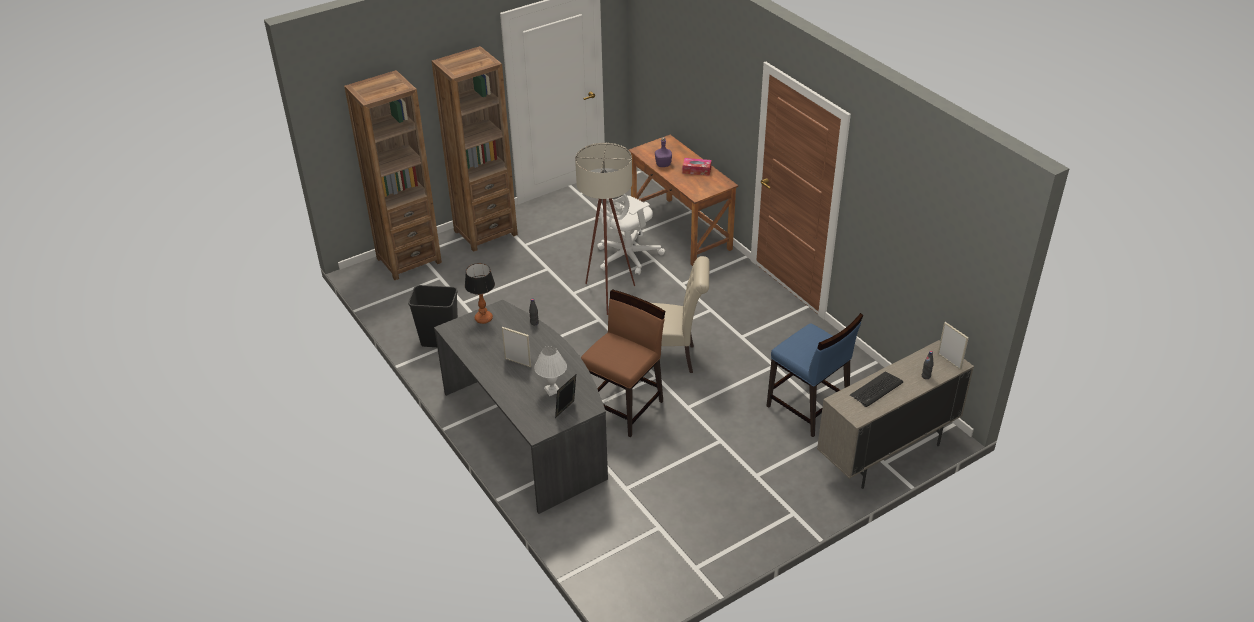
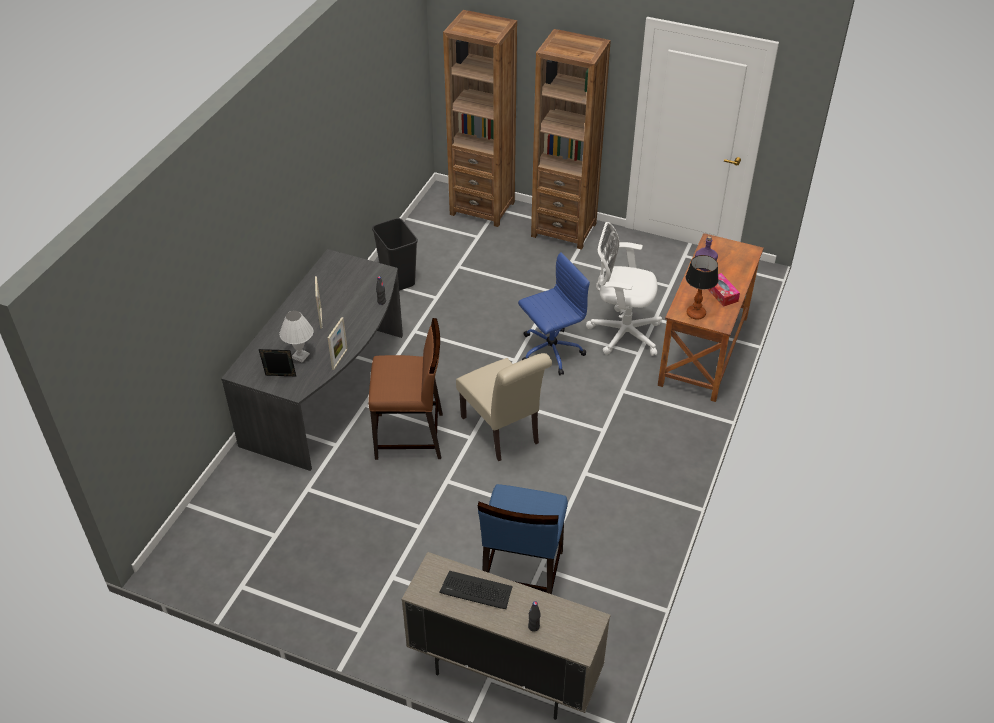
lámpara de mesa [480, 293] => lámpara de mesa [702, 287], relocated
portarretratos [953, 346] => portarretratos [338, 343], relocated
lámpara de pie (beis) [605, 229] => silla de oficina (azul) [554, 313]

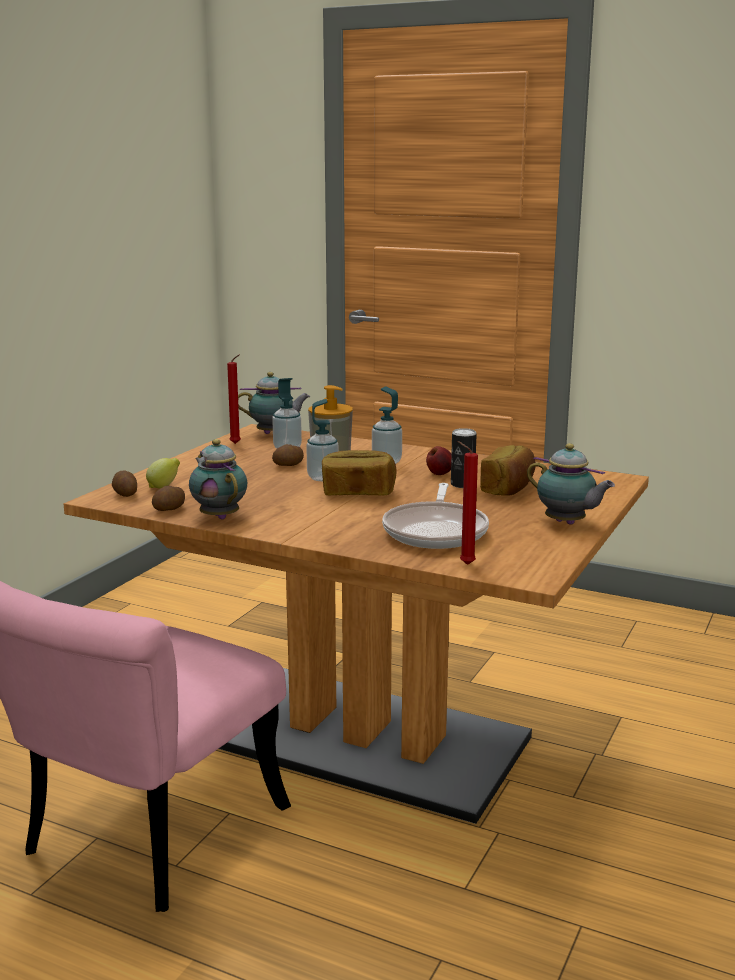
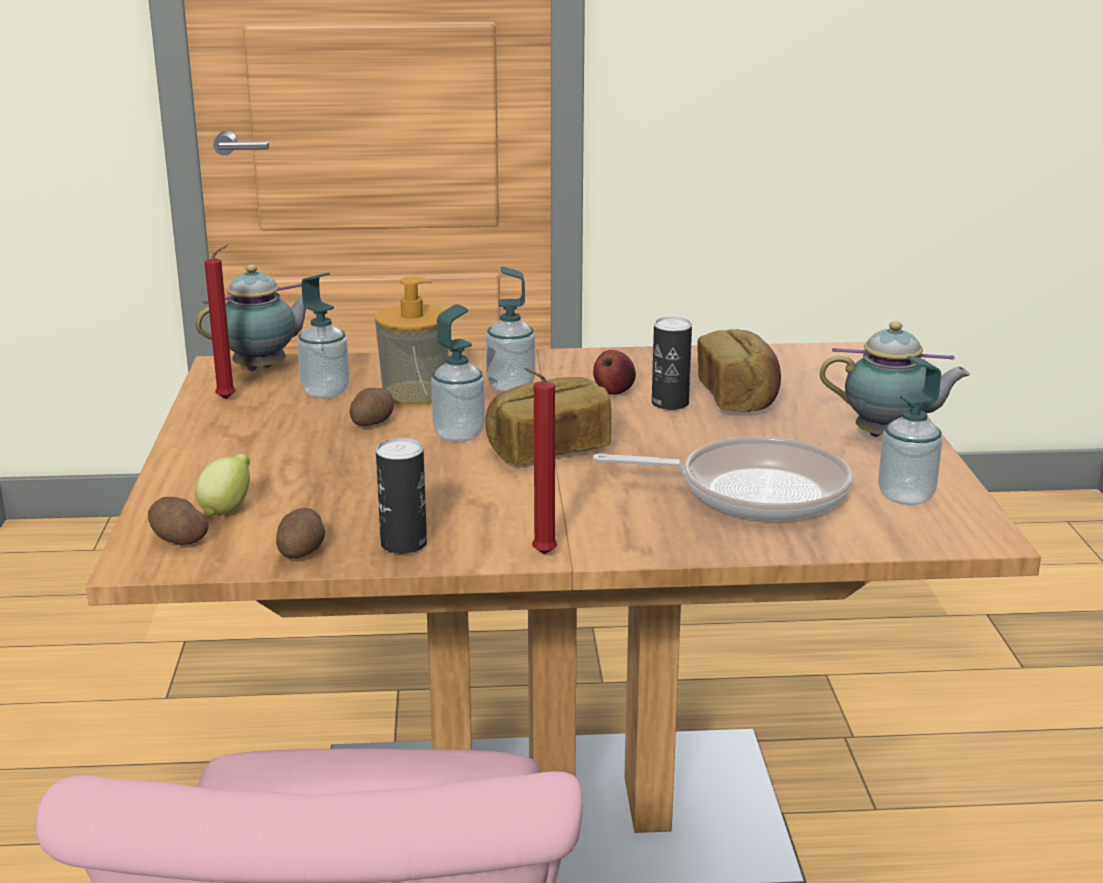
nothing => dispensador de jabón [910, 430]
vela (rojo) [467, 503] => vela (rojo) [540, 461], relocated
tetera [218, 479] => lata [401, 496]
sartén [435, 516] => sartén [722, 478], 60 degrees counterclockwise

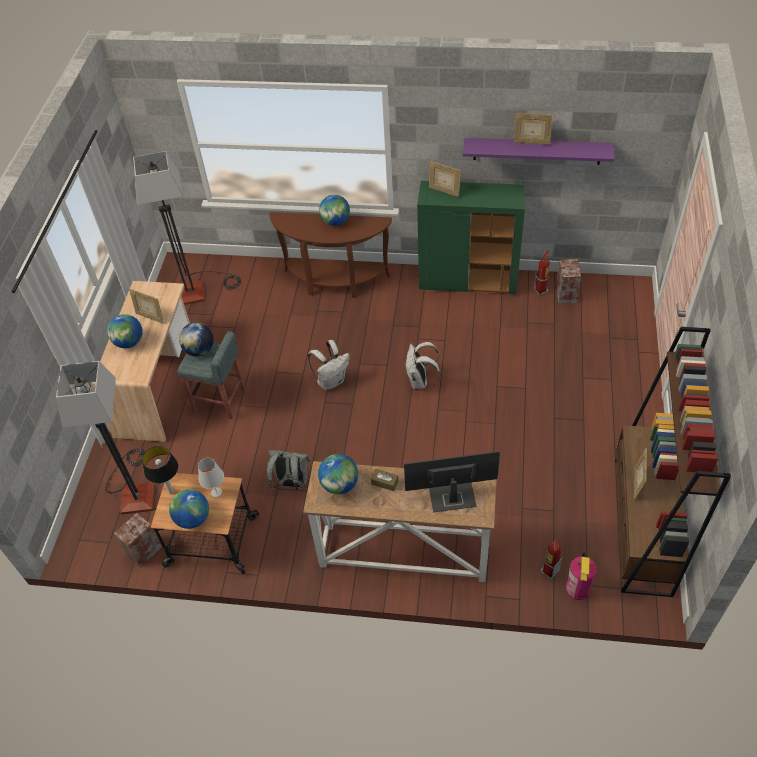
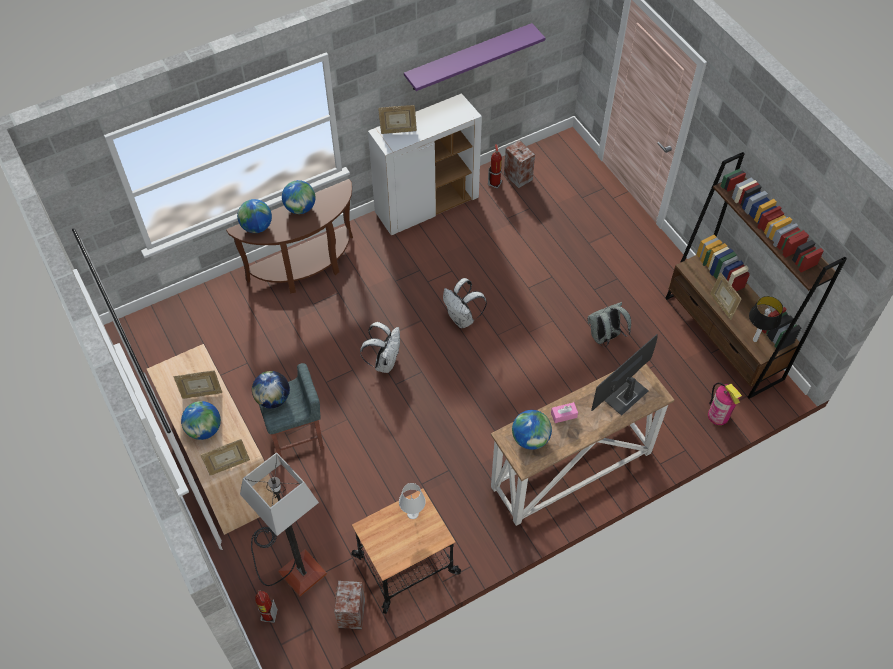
lámpara de pie [187, 228] => nothing
lámpara de mesa [160, 470] => lámpara de mesa [766, 319], relocated
globo terráqueo [189, 509] => globo terráqueo [254, 216], relocated
mochila (gris) [288, 470] => mochila (gris) [609, 324], relocated
portarretratos [533, 129] => portarretratos [225, 457], relocated
extintor [551, 559] => extintor [266, 606], relocated
caja de pañuelos (marrón) [384, 480] => caja de pañuelos (rosa) [564, 412]
armario (verde) [471, 237] => armario (blanco) [425, 164]

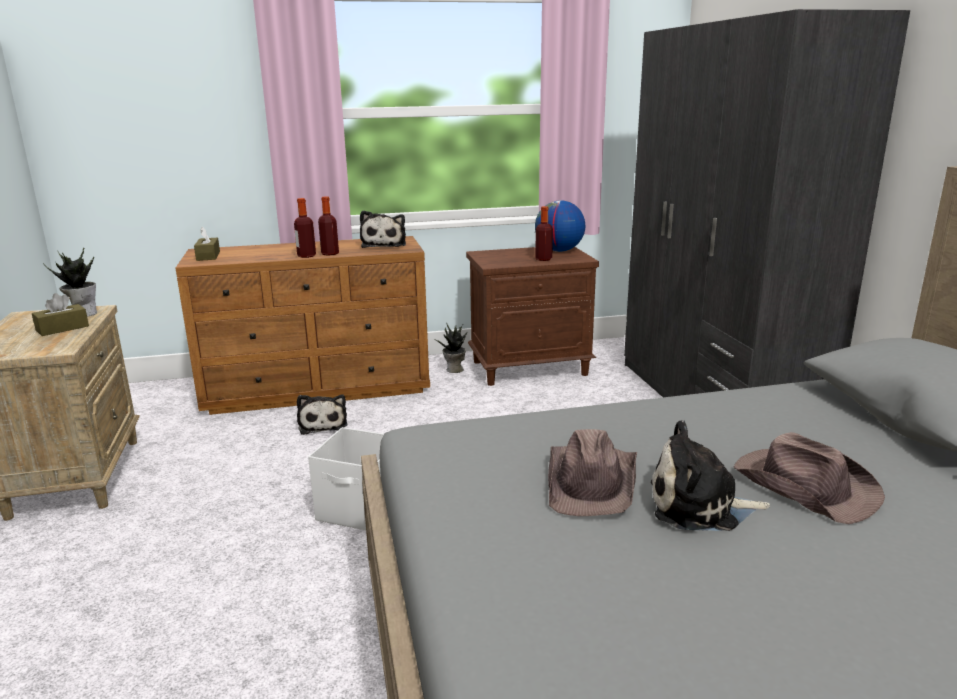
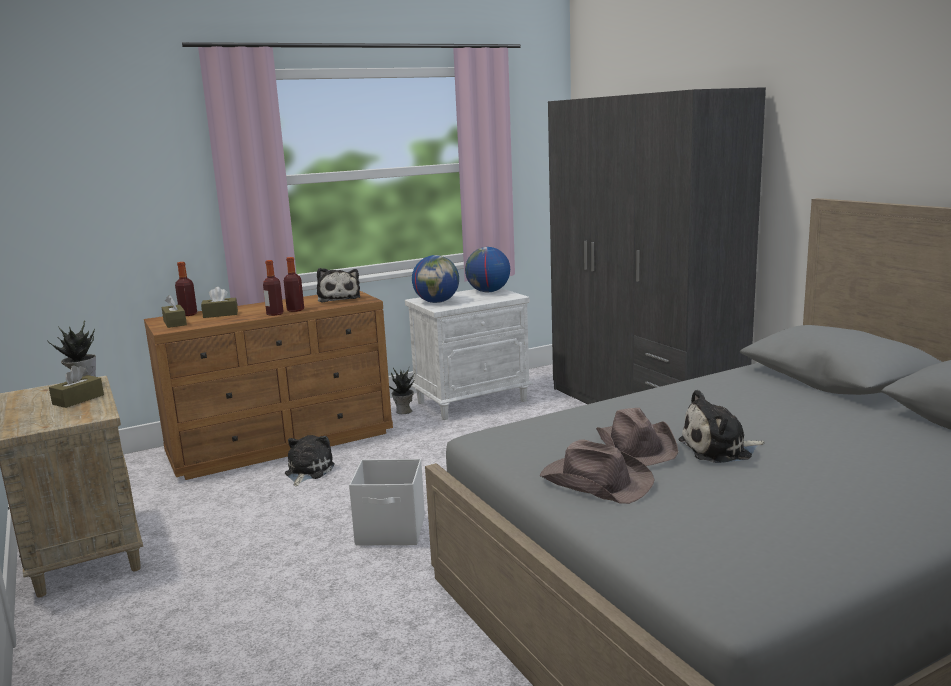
nothing => caja de pañuelos (marrón) [219, 302]
nothing => globo terráqueo [435, 279]
botella [544, 233] => botella [186, 289], relocated
sombrero (marrón) [809, 478] => sombrero (marrón) [597, 471], relocated
mesita de noche (marrón) [532, 316] => mesita de noche (blanco) [469, 354]
peluche [322, 414] => peluche [310, 460], 135 degrees counterclockwise

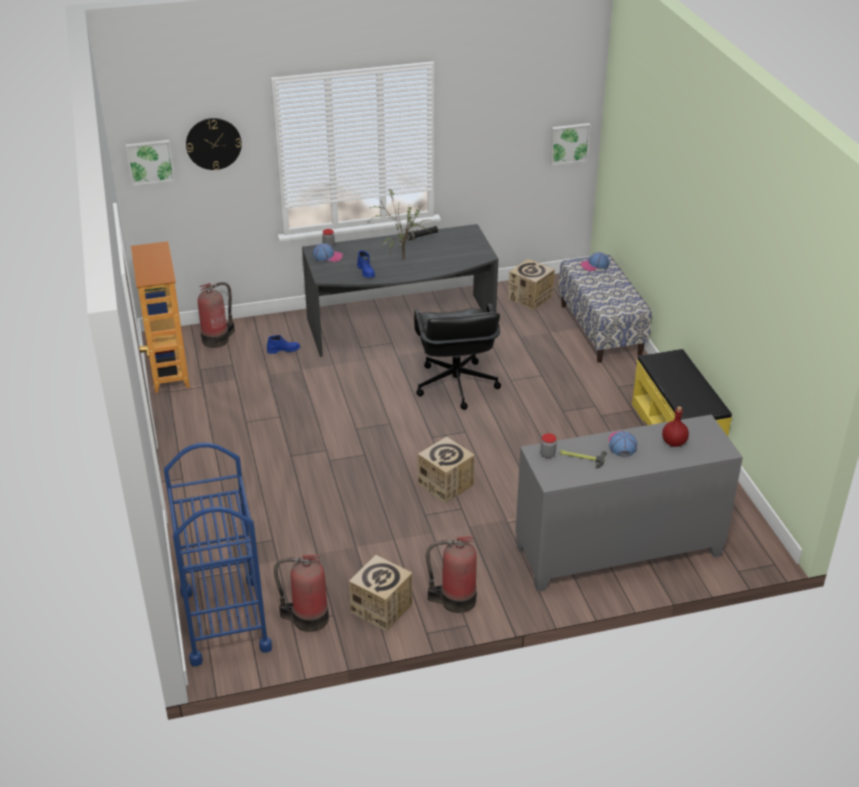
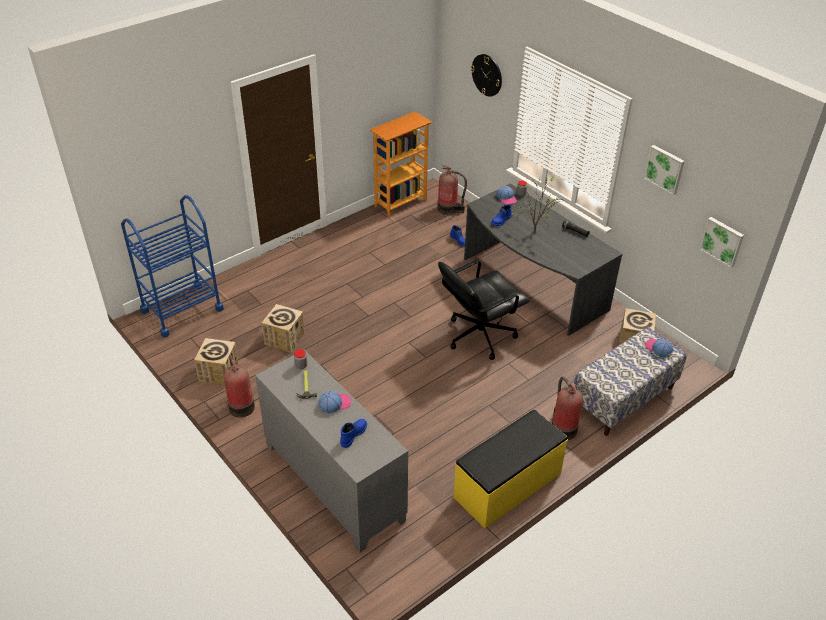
cuadro [150, 163] => cuadro [664, 170], relocated
extintor [301, 593] => extintor [567, 408], relocated
caja de cartón [446, 470] => caja de cartón [283, 328], relocated
botella (rojo) [675, 426] => bota (azul) [353, 433]

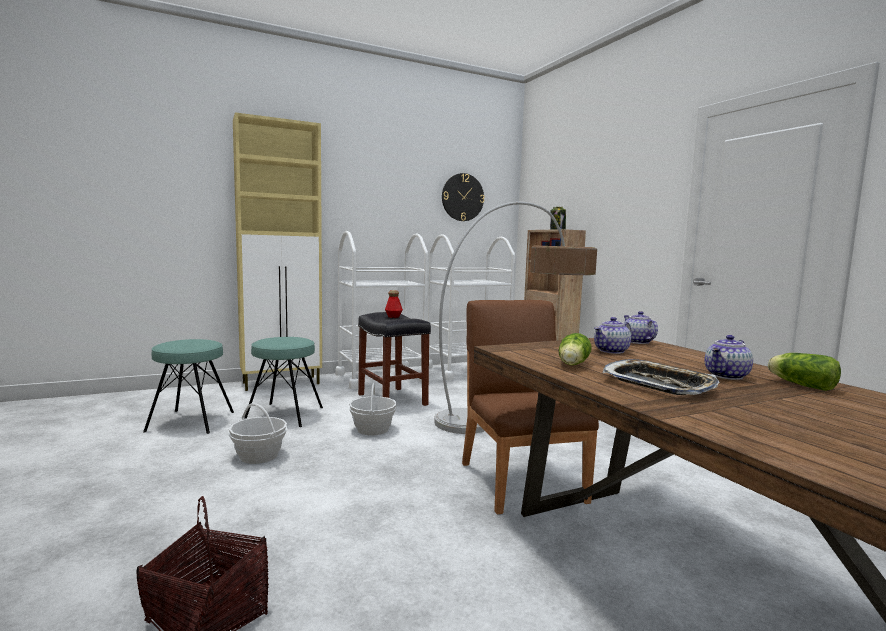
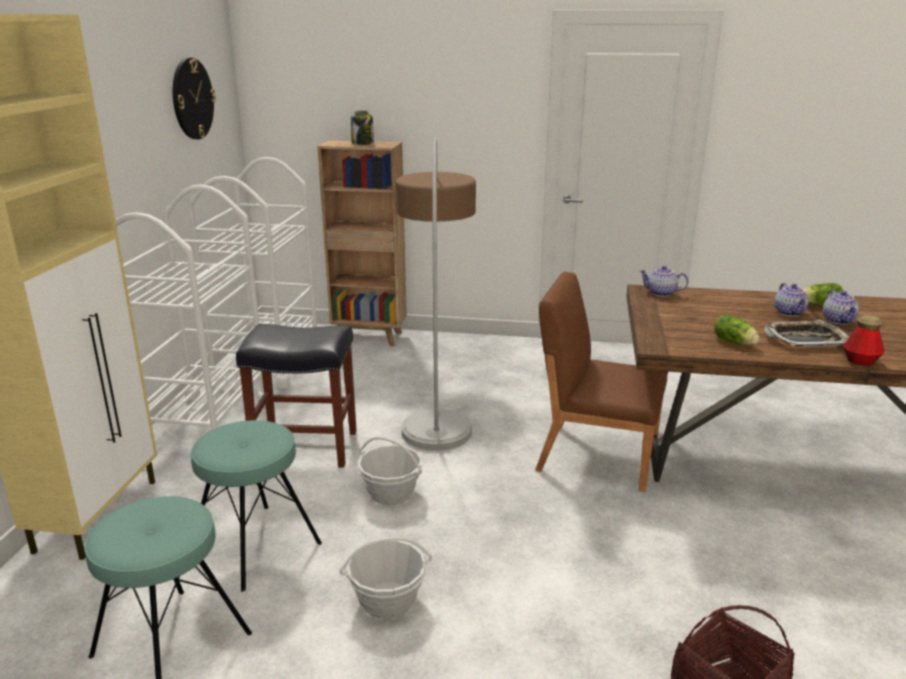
botella [394, 304] => botella [863, 340], relocated
tetera [612, 335] => tetera [841, 307], relocated

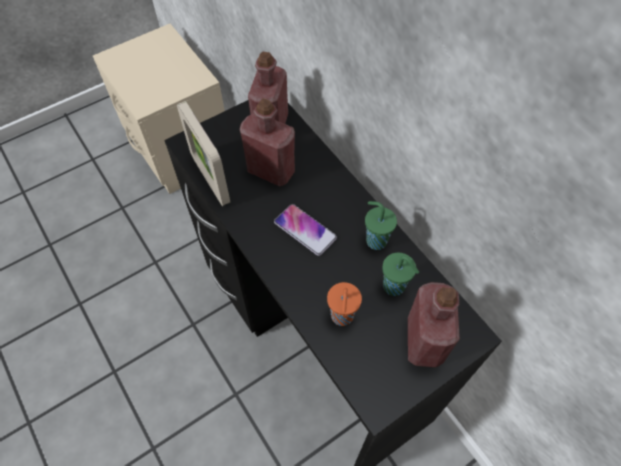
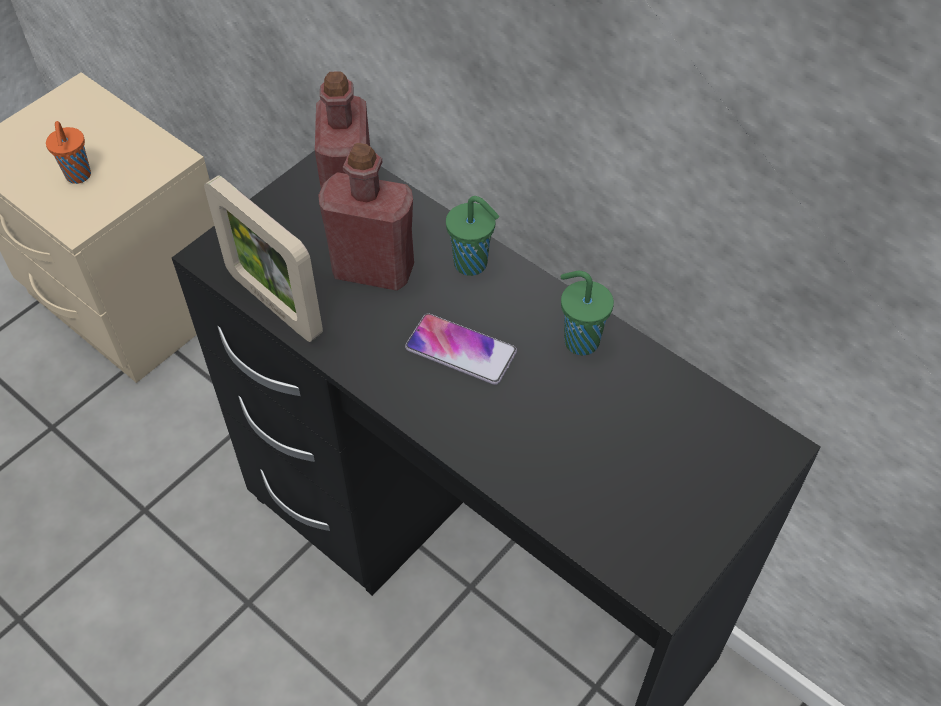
botella (rojo) [434, 324] => nothing
taza (naranja) [344, 304] => taza (naranja) [68, 152], relocated
taza (verde) [400, 274] => taza (verde) [472, 236], relocated

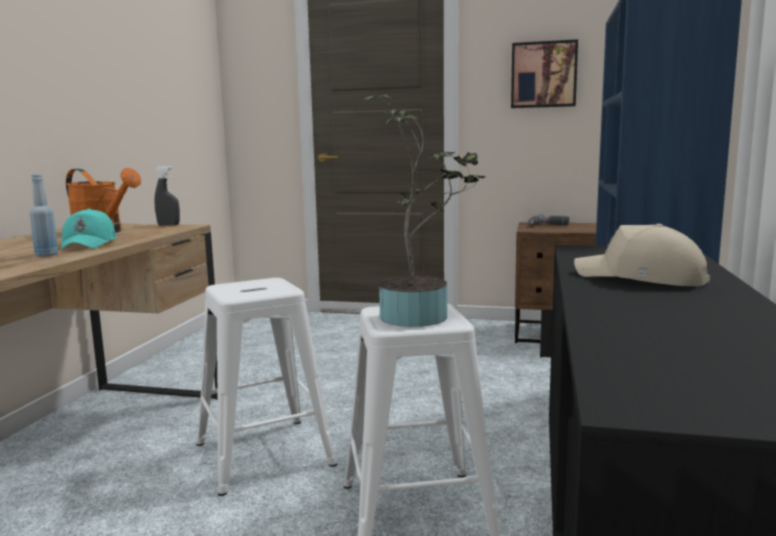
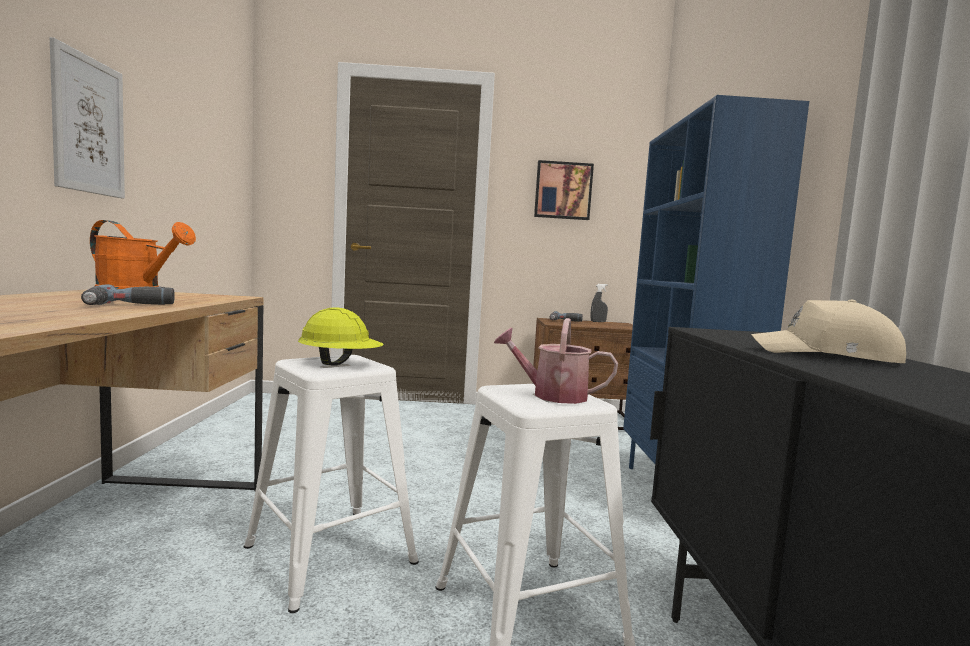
botella (azul) [44, 215] => nothing
nothing => cuadro [87, 118]
nothing => casco (amarillo) [341, 336]
pulverizador (gris) [167, 196] => pulverizador (gris) [599, 303], relocated
gorra (turquesa) [89, 229] => taladro [128, 294]
planta en maceta [424, 210] => regadera [556, 361]

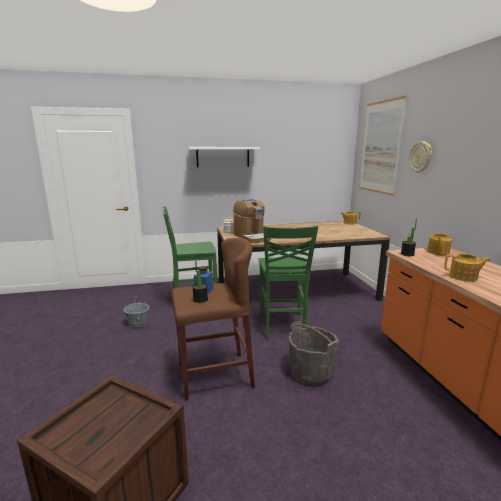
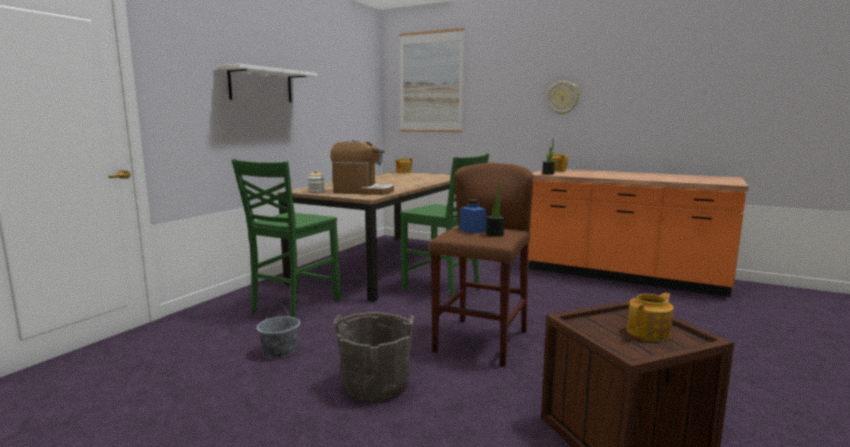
cubo (gris) [313, 353] => cubo (gris) [374, 357], relocated
reloj de pared [420, 157] => reloj de pared [563, 98], relocated
tetera [467, 268] => tetera [650, 316], relocated

